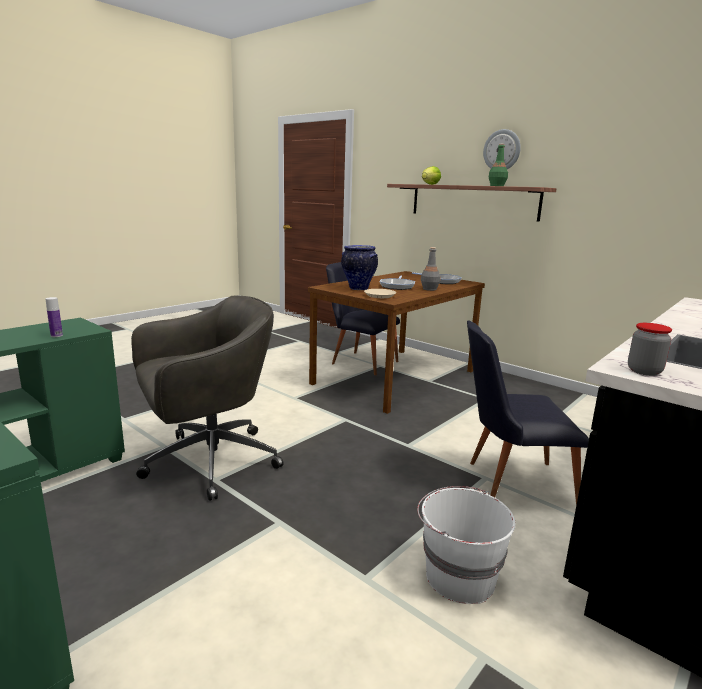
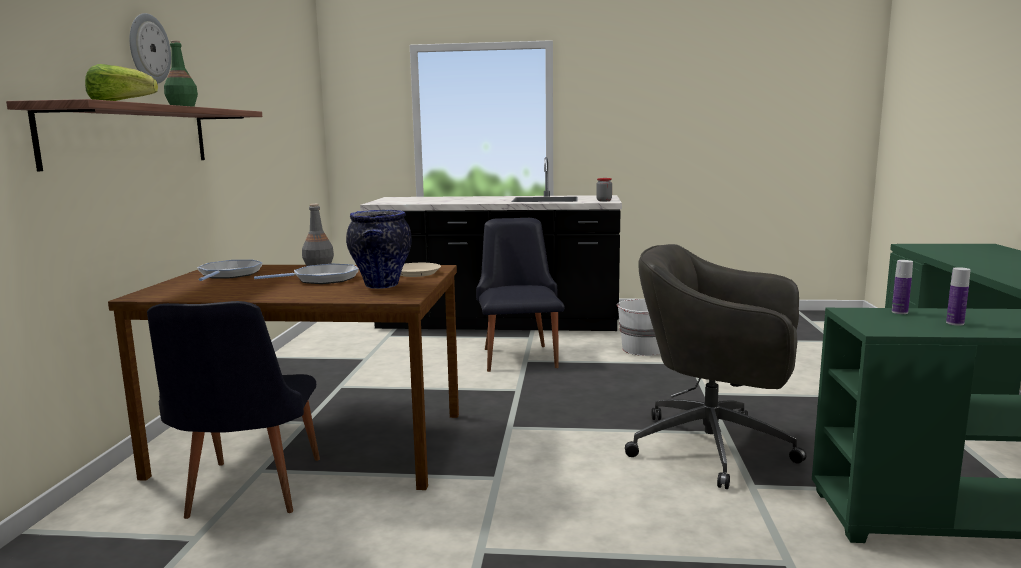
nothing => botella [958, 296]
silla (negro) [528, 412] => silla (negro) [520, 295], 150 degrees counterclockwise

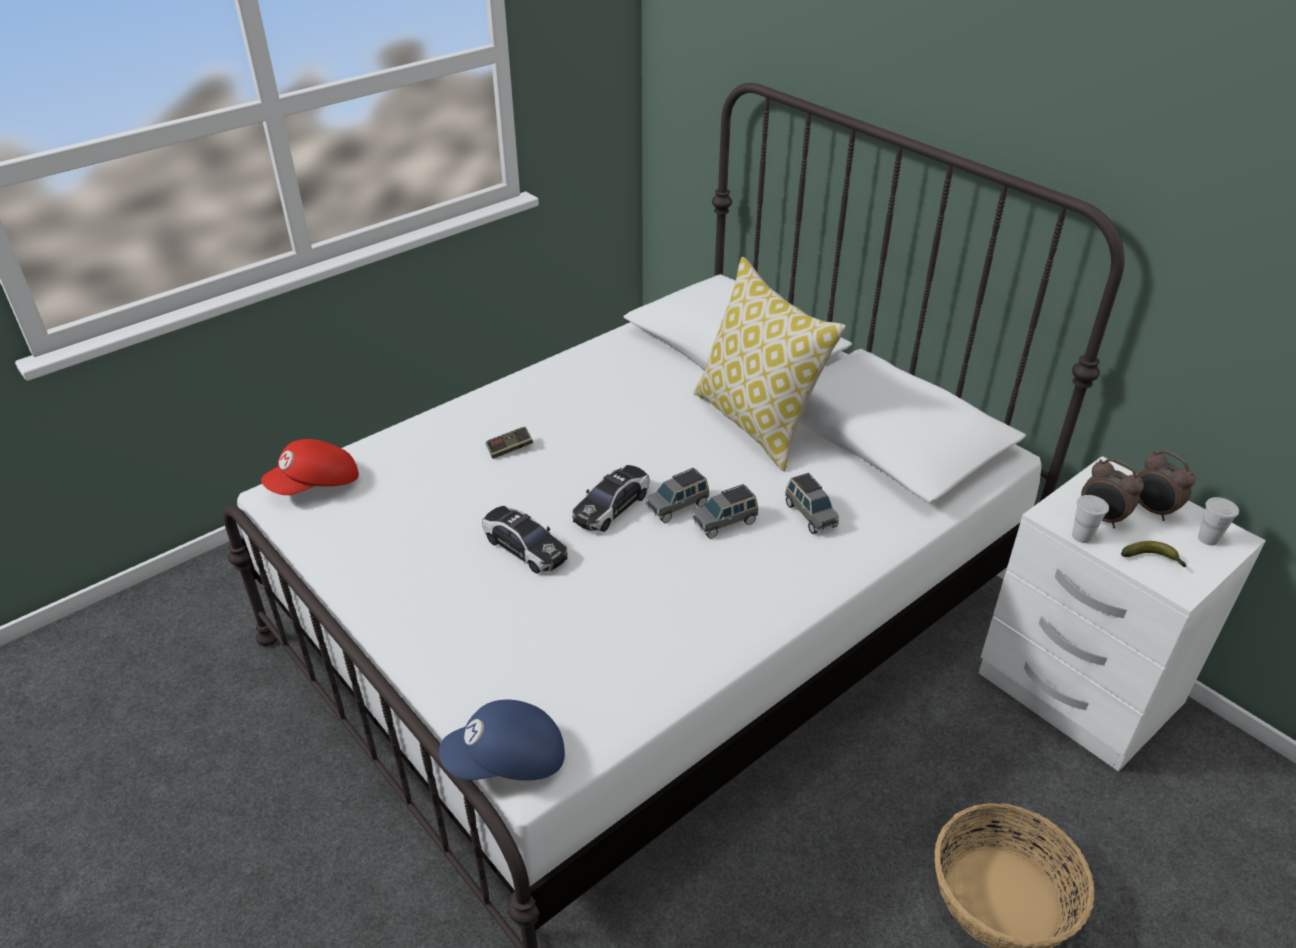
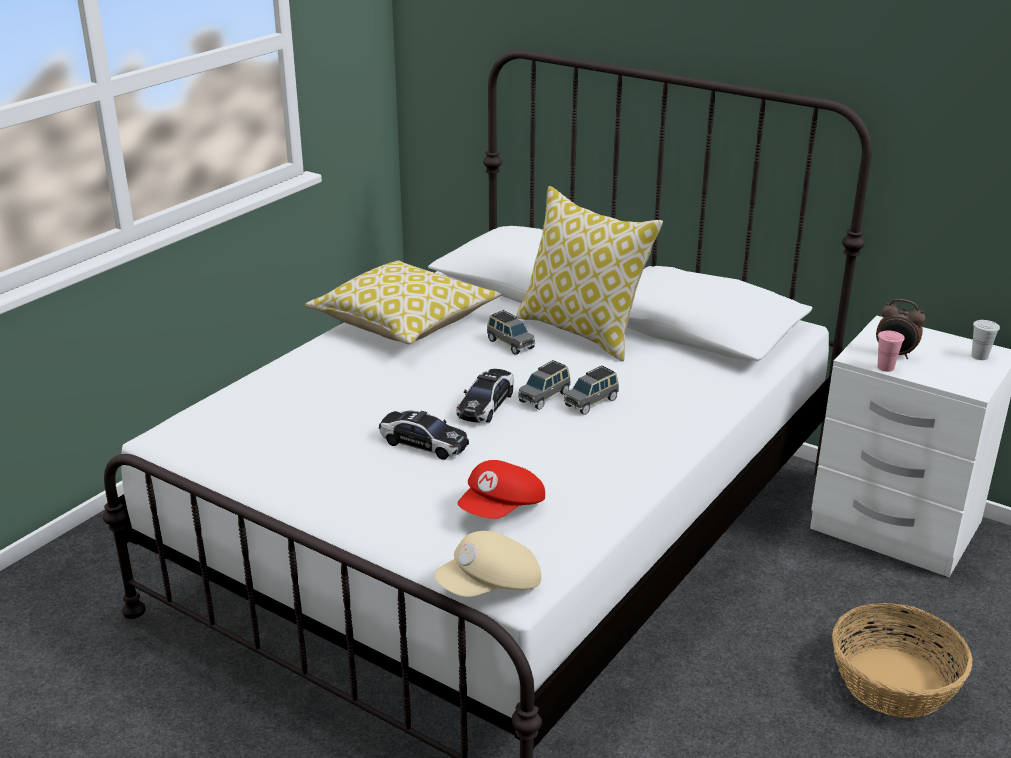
mando de consola [509, 442] => nothing
plátano [1153, 554] => nothing
despertador [1166, 485] => nothing
nothing => cojín [403, 302]
gorra (rojo) [310, 467] => gorra (rojo) [501, 489], relocated
coche de juguete (gris) [812, 503] => coche de juguete (gris) [511, 332], relocated
gorra (azul) [502, 740] => gorra (beis) [487, 564]
taza (blanco) [1090, 519] => taza (rosa) [891, 351]

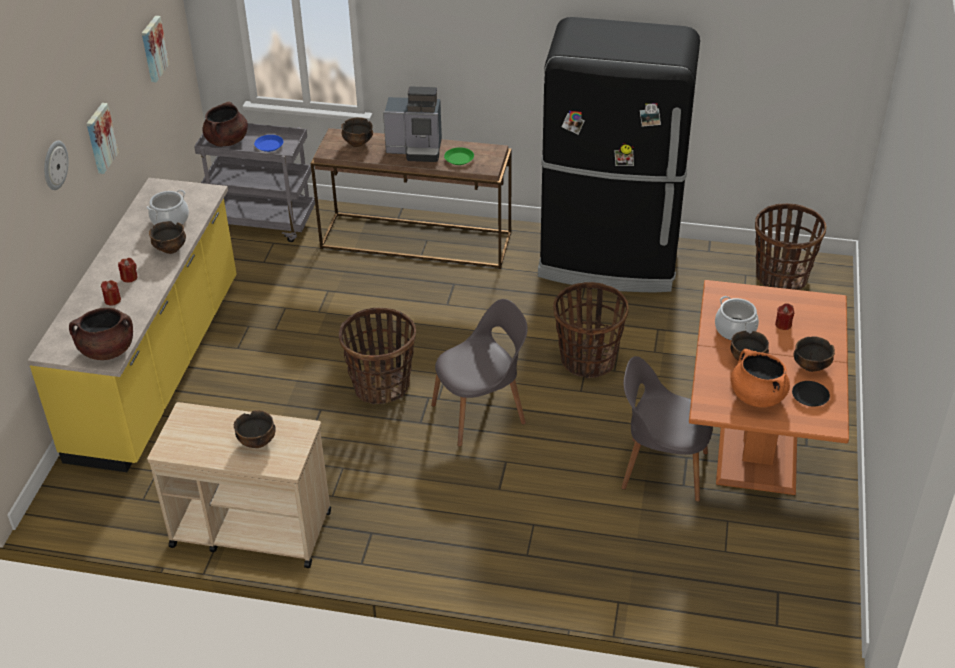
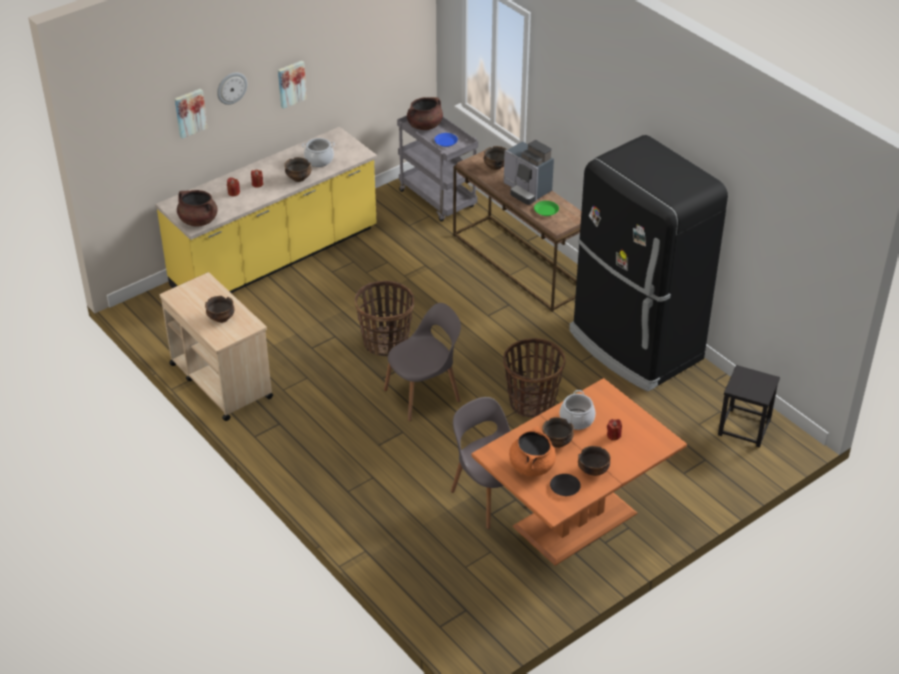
cuadro [155, 49] => cuadro [191, 114], relocated
cesta [790, 246] => taburete (negro) [749, 406]
silla (gris) [479, 373] => silla (gris) [422, 362], 45 degrees counterclockwise

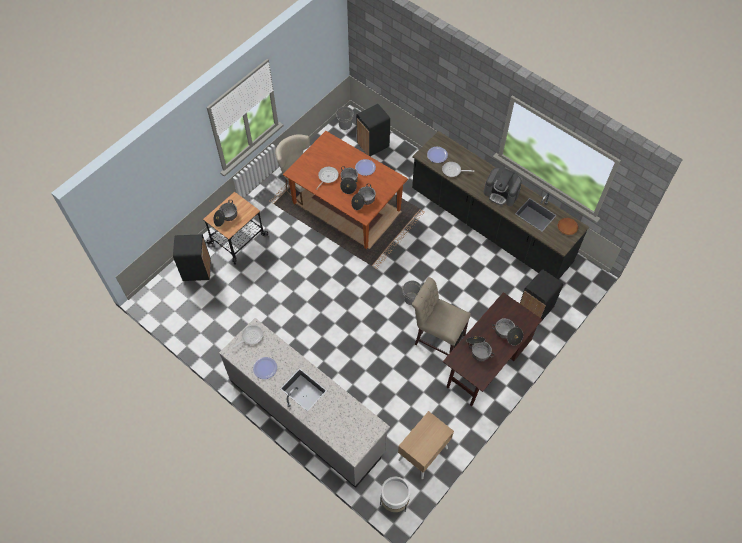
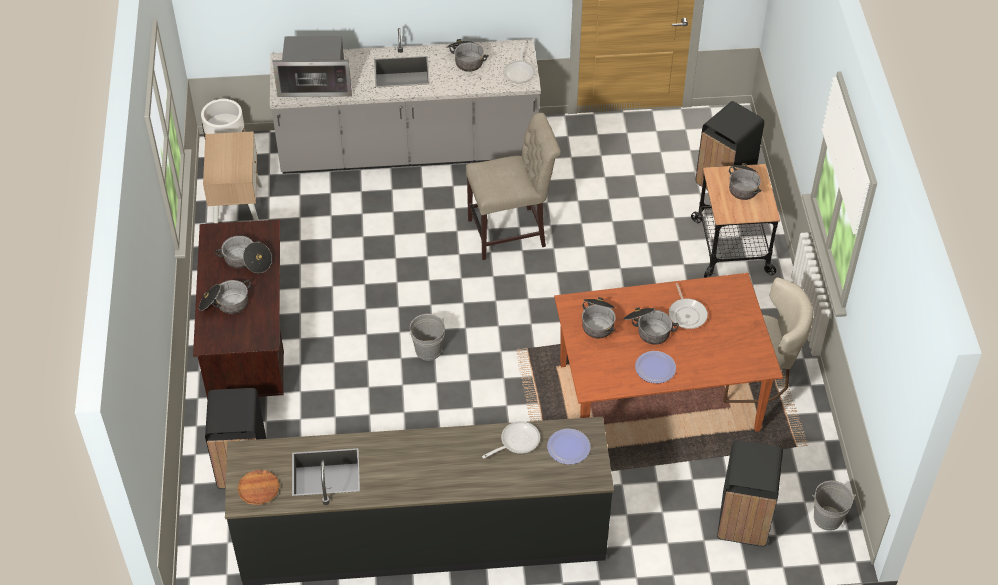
cafetera [503, 187] => nothing
nothing => microondas [312, 66]
silla (beis) [441, 316] => silla (beis) [513, 186], relocated
plato [265, 368] => olla [467, 55]

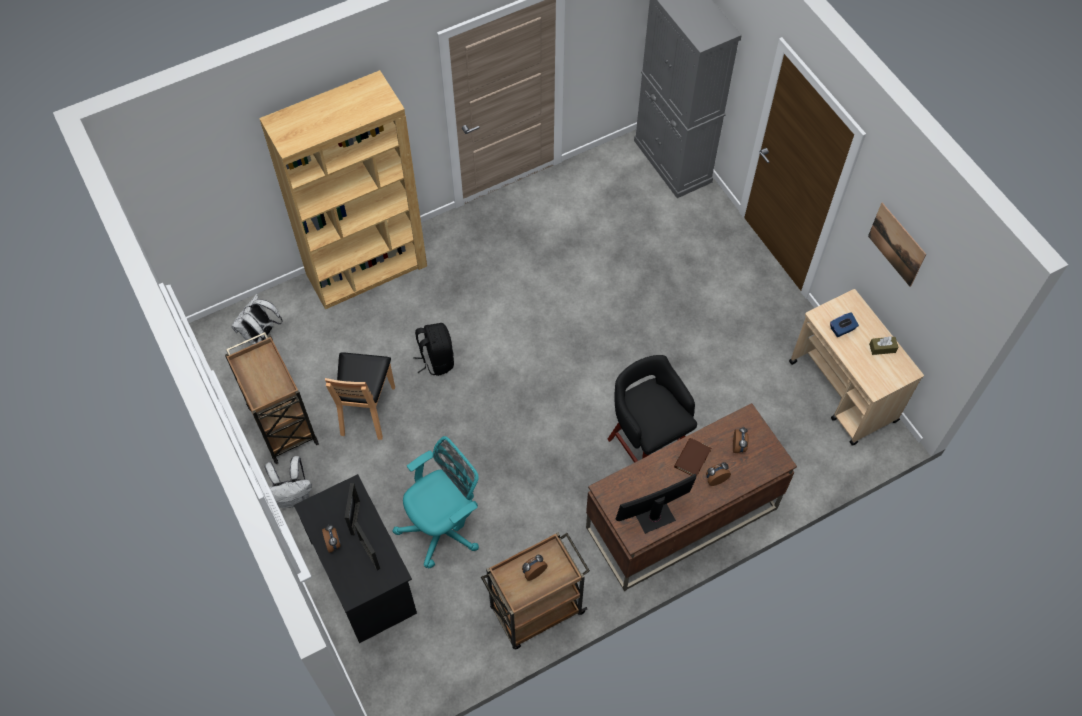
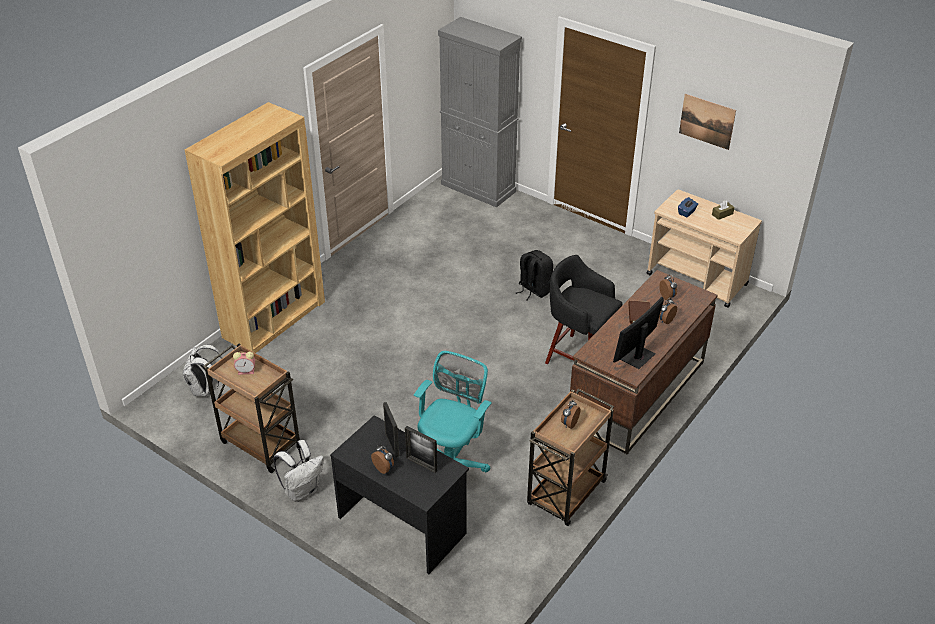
silla (marrón) [360, 396] => nothing
nothing => despertador [244, 363]
mochila (negro) [433, 349] => mochila (negro) [534, 275], relocated

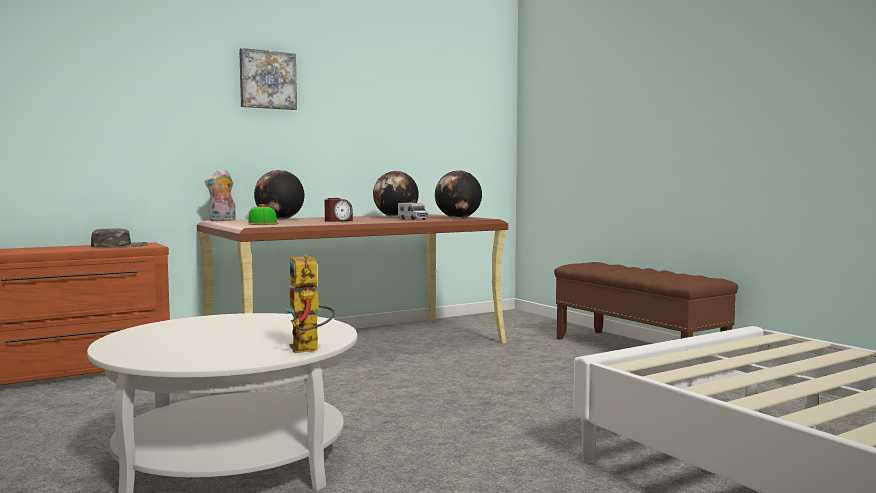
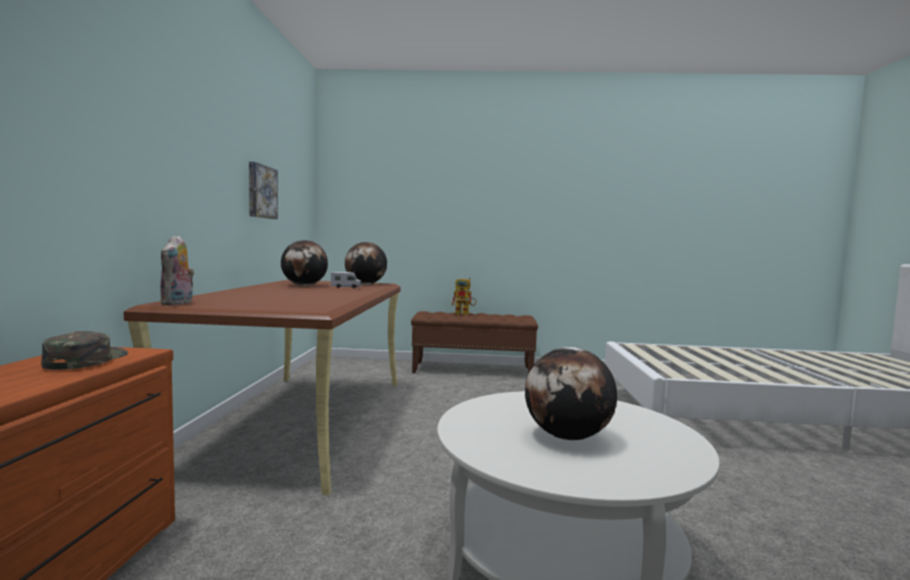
gorra [263, 214] => nothing
despertador [339, 210] => nothing
cuadro [268, 79] => cuadro [263, 190], relocated
globo terráqueo [279, 195] => globo terráqueo [571, 393], relocated
robot de juguete [311, 303] => robot de juguete [464, 296], relocated

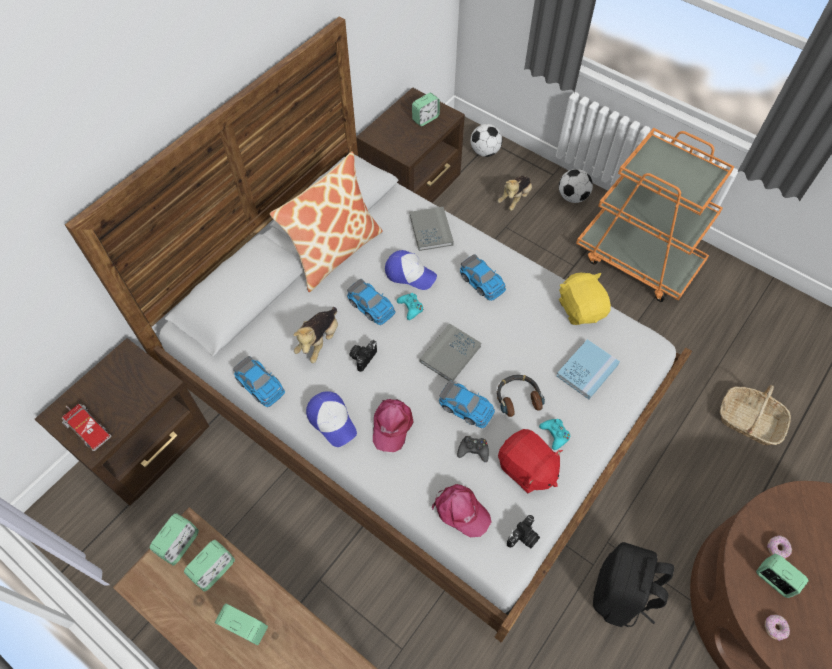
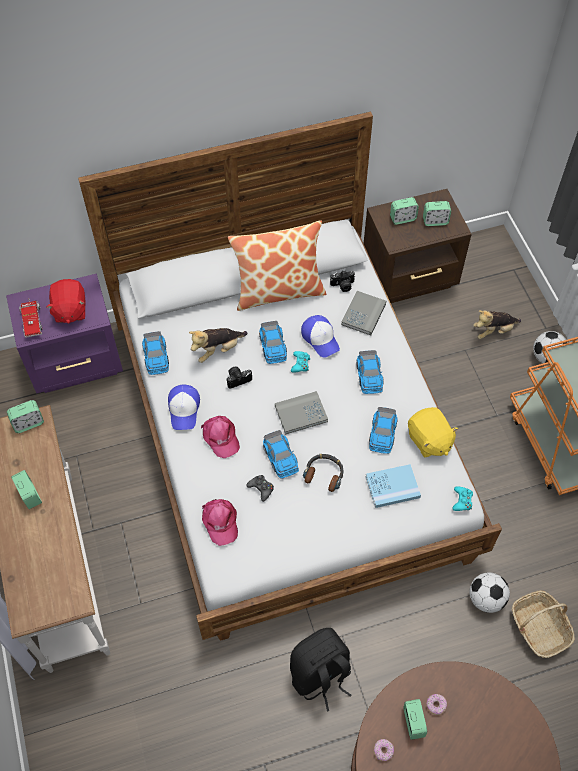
nothing => coche de juguete [383, 430]
despertador [209, 566] => despertador [404, 211], relocated
balón de fútbol [486, 140] => balón de fútbol [489, 592], relocated
peluche (rojo) [530, 461] => peluche (rojo) [65, 301], relocated
cámara [523, 531] => cámara [342, 281], relocated
mando de consola (turquesa) [554, 434] => mando de consola (turquesa) [462, 498], relocated
mesita de noche (marrón) [122, 422] => mesita de noche (morado) [64, 333]
gorra (rosa) [393, 425] => gorra (rosa) [220, 437], 75 degrees counterclockwise
peluche (amarillo) [585, 299] => peluche (amarillo) [433, 432], 135 degrees clockwise

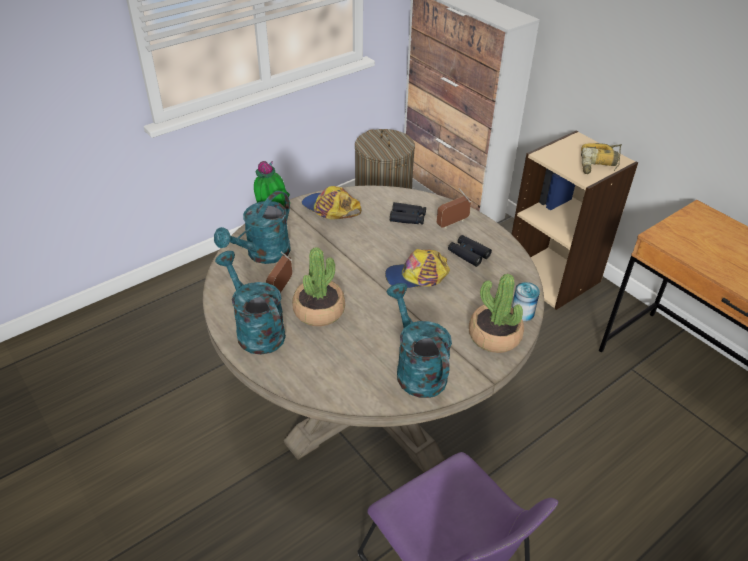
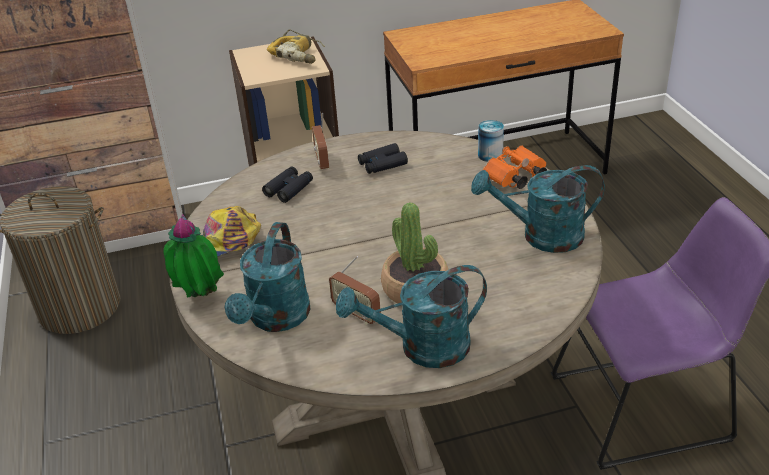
gorra [417, 268] => nothing
planta en maceta [496, 313] => prismáticos (naranja) [515, 167]
regadera (turquesa) [252, 227] => regadera (turquesa) [268, 277], 45 degrees clockwise

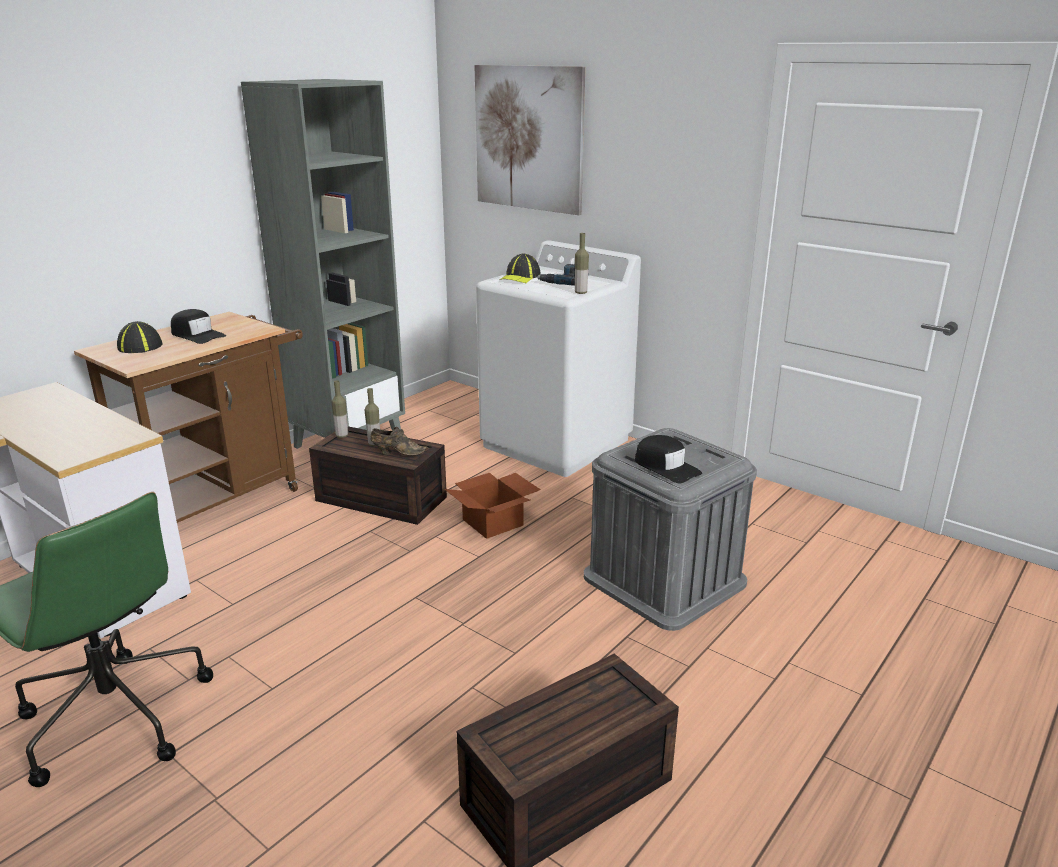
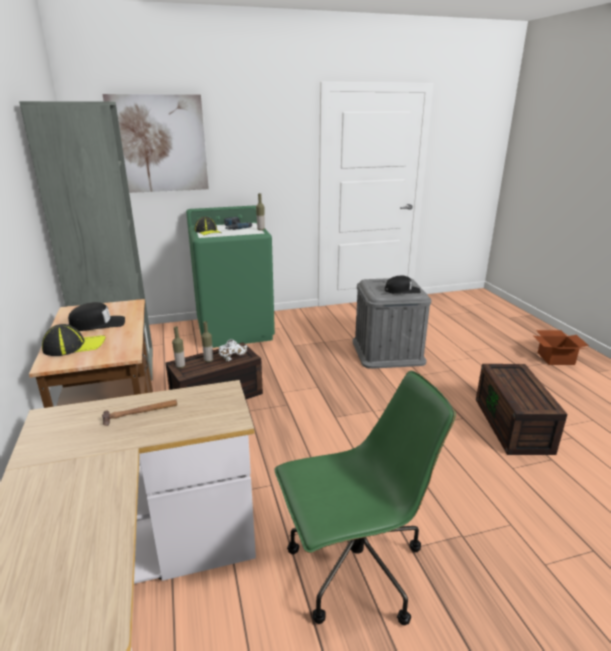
nothing => martillo [139, 413]
caja de cartón [492, 506] => caja de cartón [561, 347], relocated
zapato (marrón) [399, 441] => zapato (blanco) [233, 350]
lavadora (blanco) [558, 358] => lavadora (verde) [230, 276]
gorra [139, 337] => gorra [74, 340], 150 degrees clockwise

